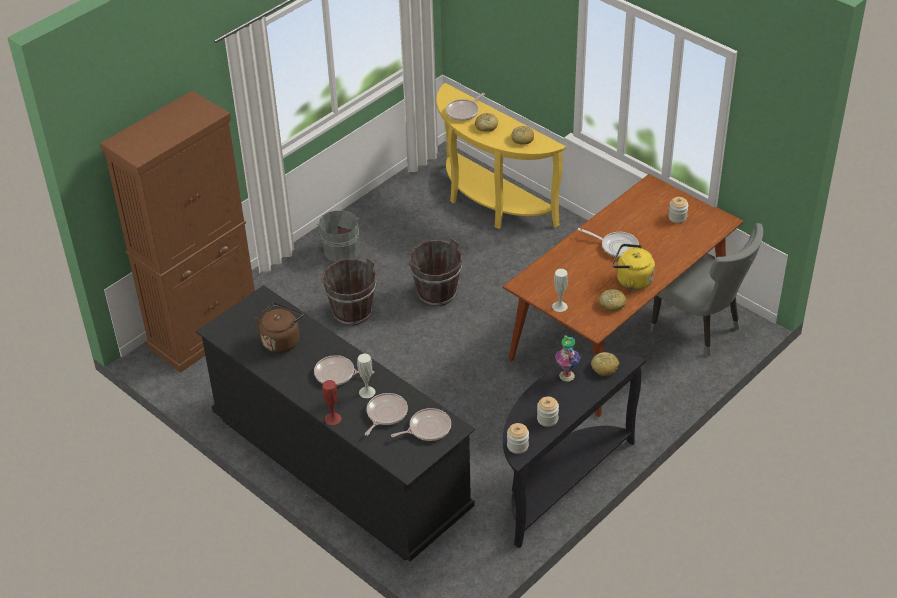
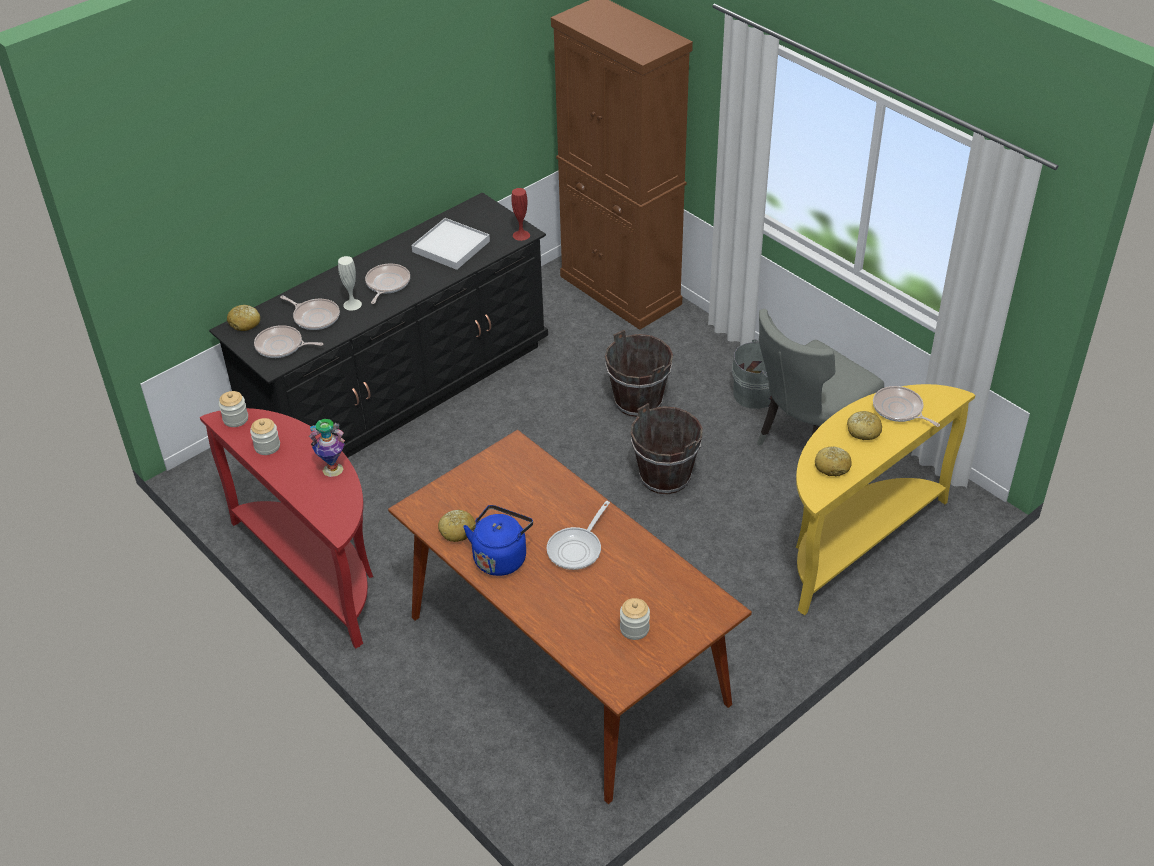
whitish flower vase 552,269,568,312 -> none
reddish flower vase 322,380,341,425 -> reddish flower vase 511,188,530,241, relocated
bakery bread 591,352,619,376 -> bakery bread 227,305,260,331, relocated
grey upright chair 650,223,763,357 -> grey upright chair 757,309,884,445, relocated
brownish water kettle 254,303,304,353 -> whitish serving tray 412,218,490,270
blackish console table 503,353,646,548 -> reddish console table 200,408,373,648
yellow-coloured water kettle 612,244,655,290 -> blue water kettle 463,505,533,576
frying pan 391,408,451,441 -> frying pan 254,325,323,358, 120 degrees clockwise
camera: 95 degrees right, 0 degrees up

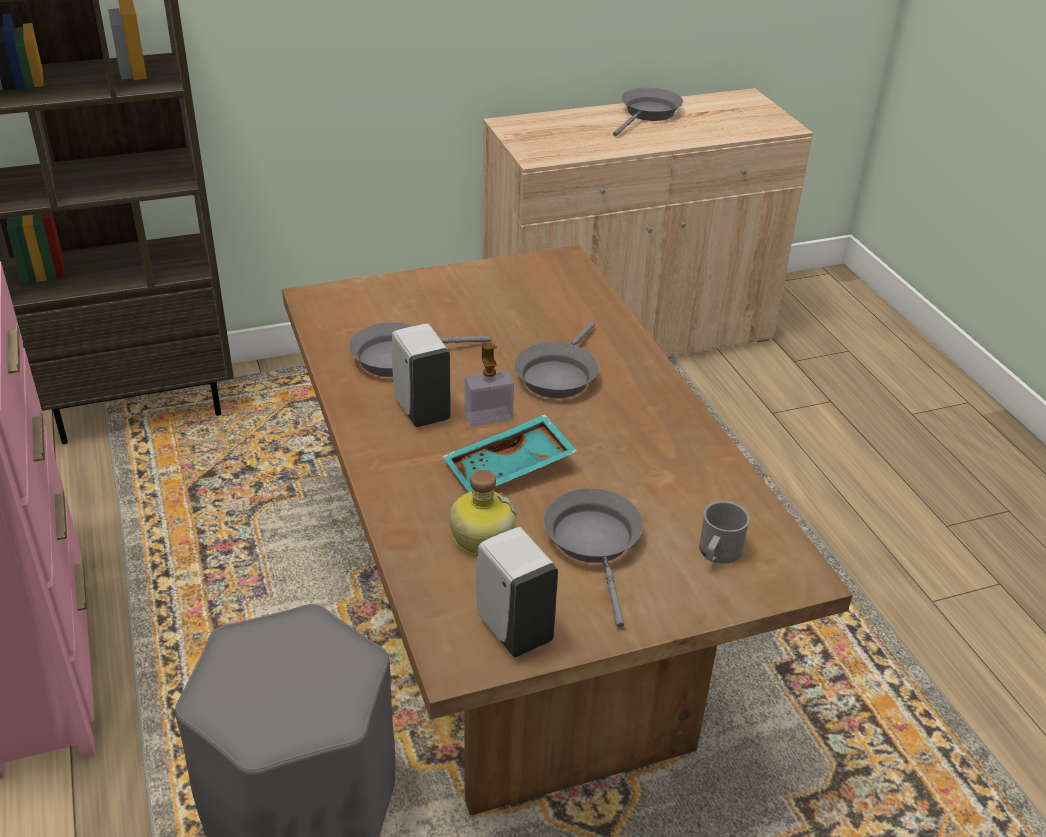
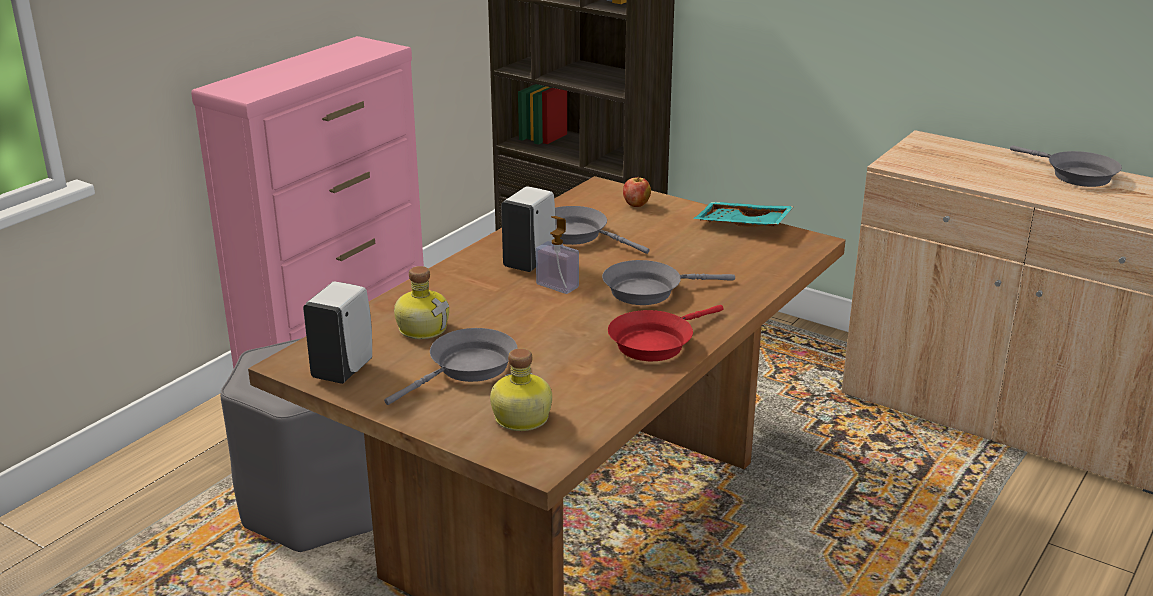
none -> reddish frying pan 608,305,724,361
none -> apple 623,177,651,207
turquoise serving tray 442,414,577,492 -> turquoise serving tray 693,202,794,227, relocated
grey mug 699,501,750,564 -> bottle 490,348,552,431
grey frying pan 613,87,683,136 -> grey frying pan 1010,146,1122,187, 60 degrees clockwise
camera: 55 degrees right, 10 degrees down

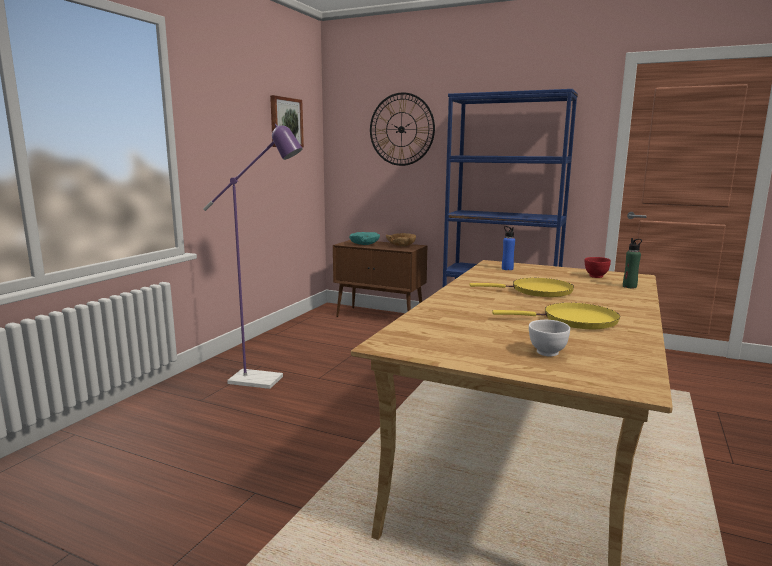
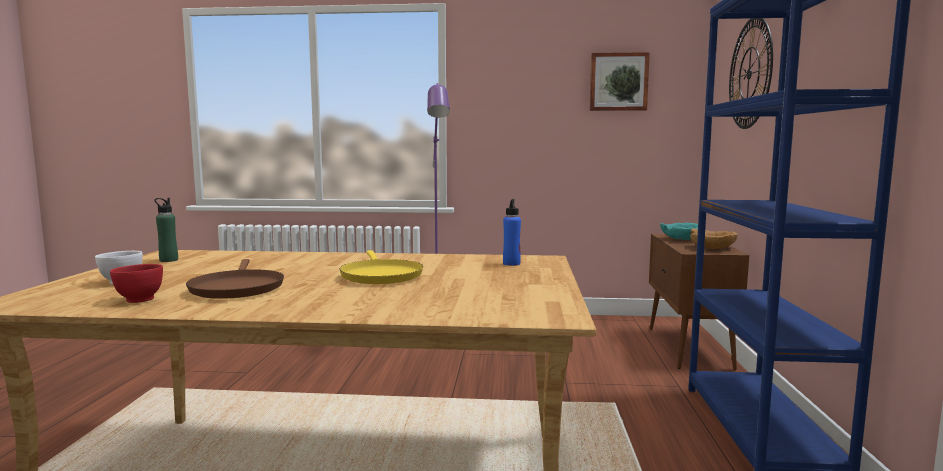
reddish deep dish 585,257,611,278 -> reddish deep dish 110,264,163,303, relocated
greenish bottle 623,238,642,288 -> greenish bottle 155,198,178,262, relocated
yellow-coloured frying pan 492,303,620,329 -> brownish frying pan 186,259,284,299
camera: 70 degrees right, 5 degrees down

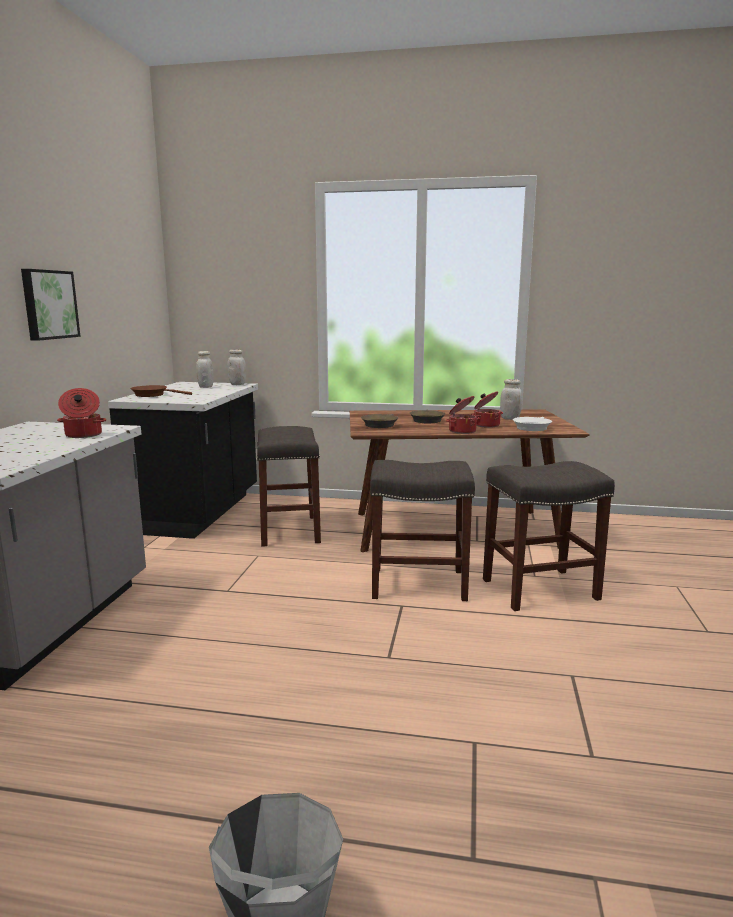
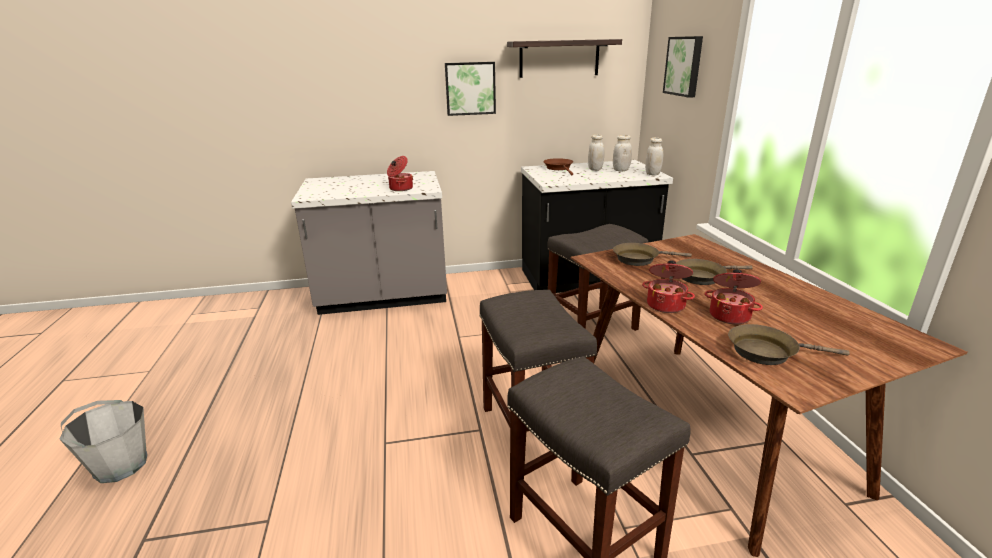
none -> wall shelf 507,39,622,78
none -> wall picture 663,36,703,98
whitish storage jar 500,379,522,420 -> whitish storage jar 588,134,604,171, relocated
whitish frying pan 513,417,552,431 -> brownish frying pan 728,324,850,365
camera: 70 degrees right, 10 degrees up

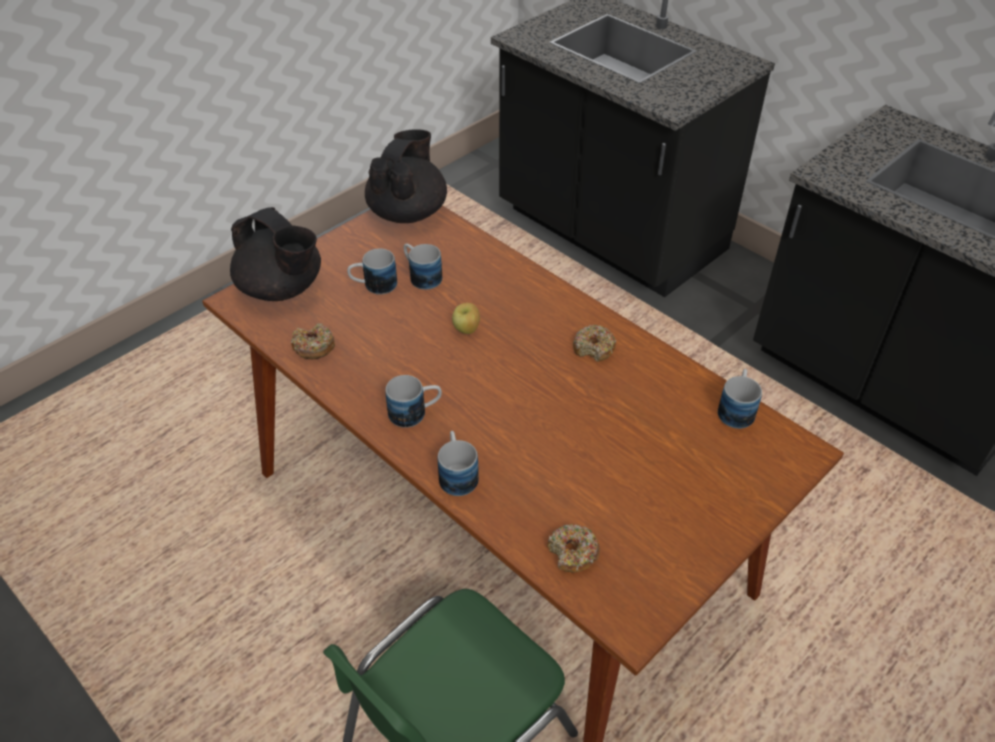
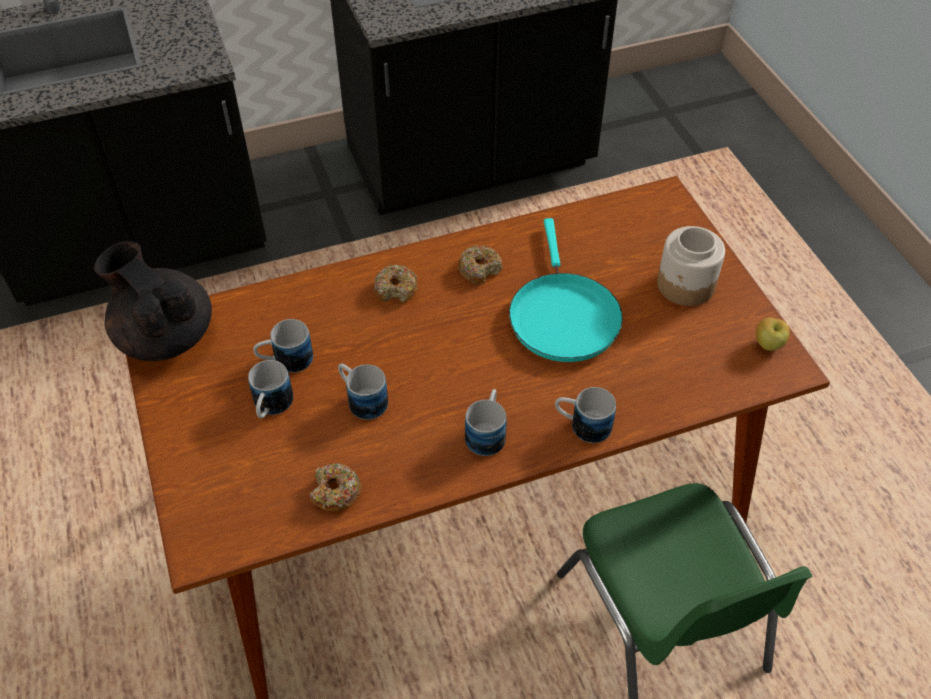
blackish tea pot 230,207,321,301 -> none
none -> turquoise frying pan 509,218,623,362
none -> storage jar 657,226,725,306
apple 452,303,480,334 -> apple 756,317,790,351, relocated
ring doughnut 547,524,600,573 -> ring doughnut 374,265,418,302, relocated
mug 718,369,762,429 -> mug 338,363,388,420, relocated
camera: 65 degrees left, 5 degrees up

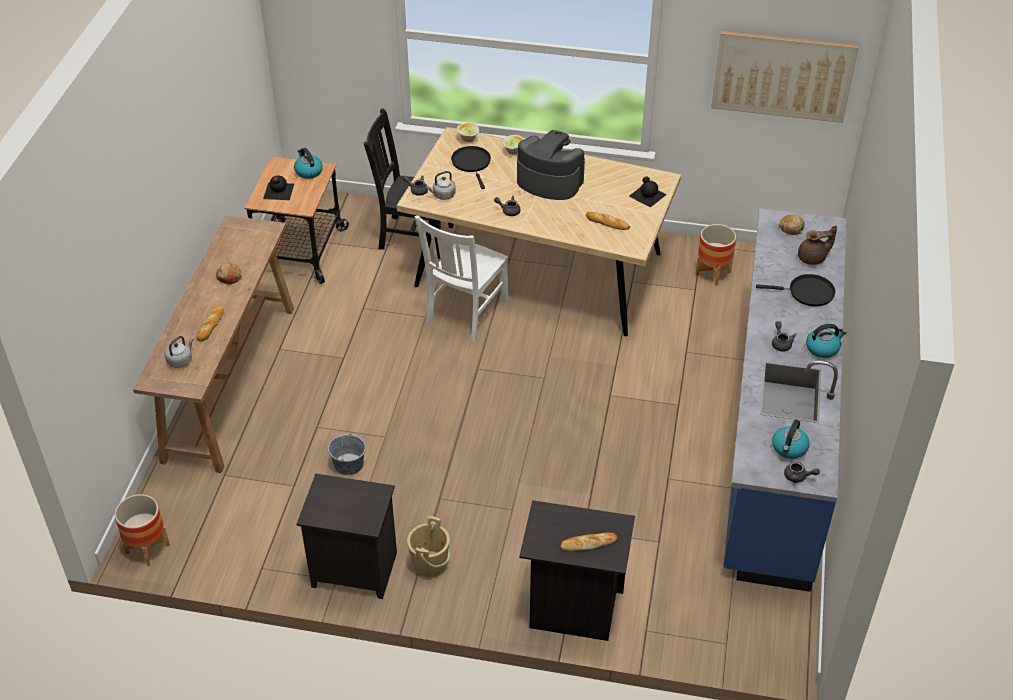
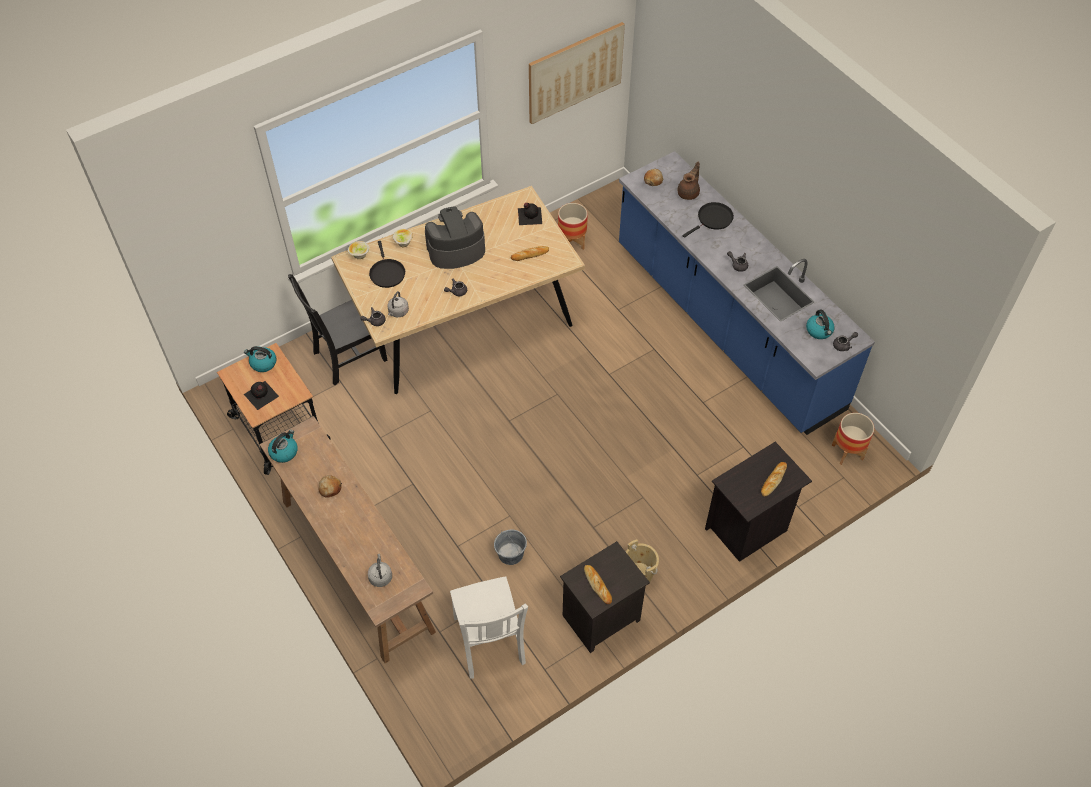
plant pot 115,494,170,566 -> plant pot 831,413,874,465, relocated
bakery bread 197,306,224,342 -> bakery bread 584,565,612,604, relocated
whitish upright chair 415,216,508,341 -> whitish upright chair 450,576,528,679, relocated
water kettle 806,324,847,358 -> water kettle 268,430,298,463, relocated
blackish frying pan 451,146,491,189 -> blackish frying pan 369,241,405,288, 135 degrees counterclockwise
camera: 45 degrees left, 10 degrees up

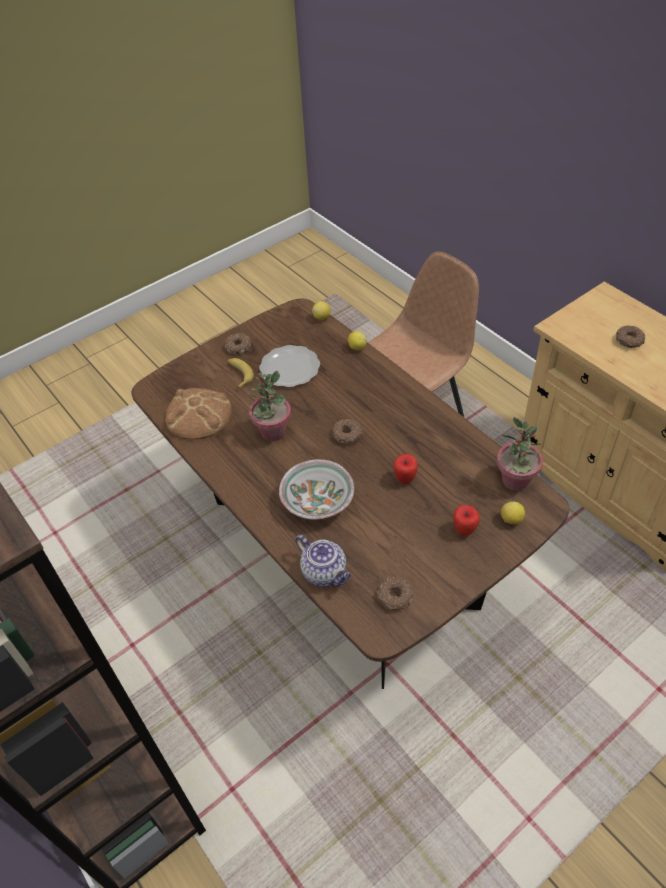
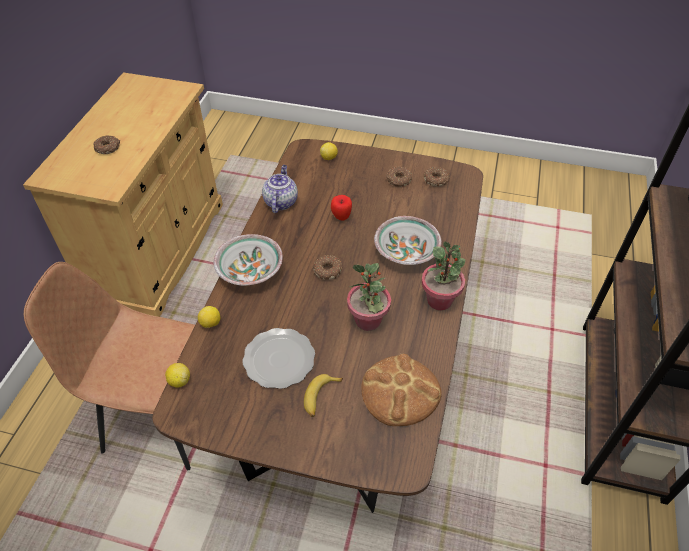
apple 453,505,480,536 -> none
none -> deep dish 214,234,283,286
ring doughnut 224,333,252,354 -> ring doughnut 386,167,412,187, relocated
tea pot 295,535,351,587 -> tea pot 262,165,298,213, relocated
houseplant 497,417,543,491 -> houseplant 421,241,465,311, relocated
camera: 130 degrees left, 0 degrees up

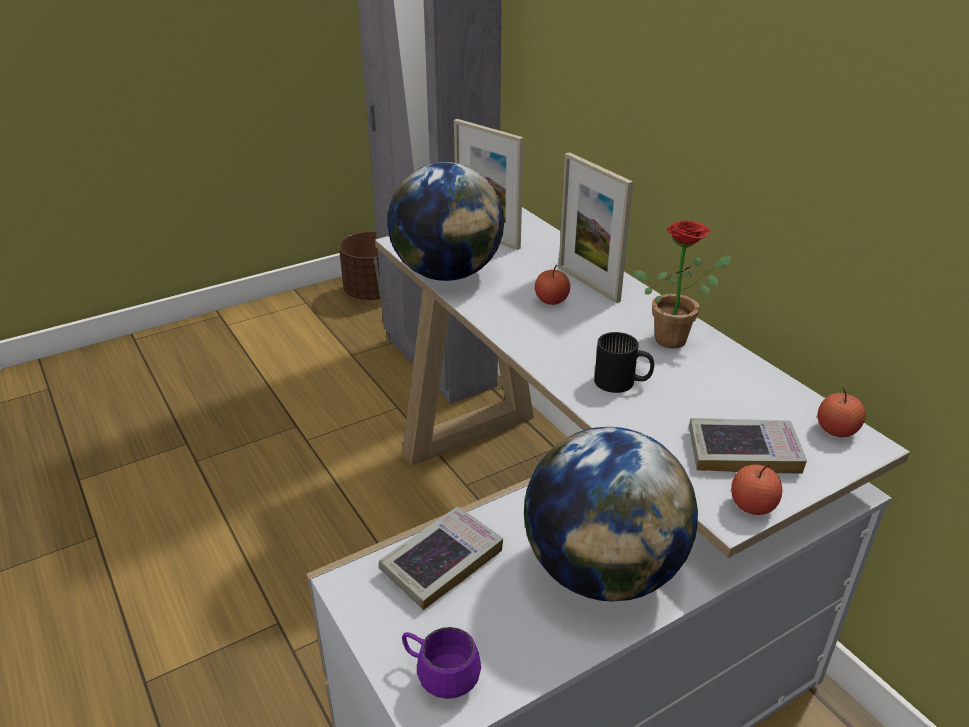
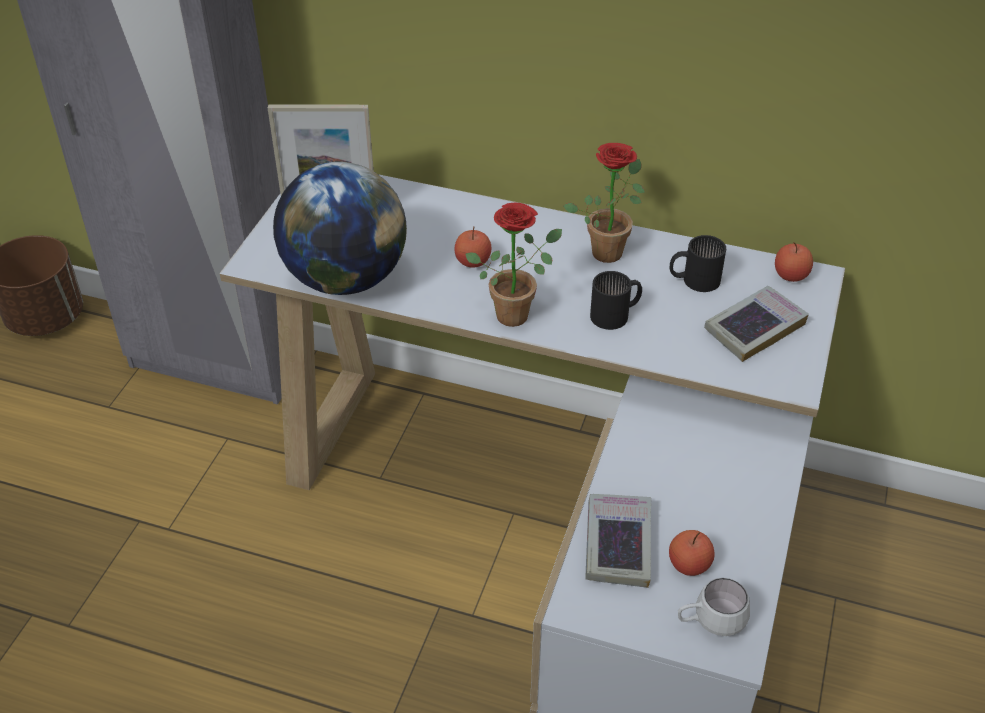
globe 524,427,698,602 -> none
standing frame 559,152,633,303 -> none
none -> houseplant 465,203,562,327
none -> blackish mug 670,235,726,292
apple 731,465,783,515 -> apple 669,530,715,576, relocated
purple mug 402,627,481,699 -> whitish mug 678,578,750,636
camera: 40 degrees left, 10 degrees up

